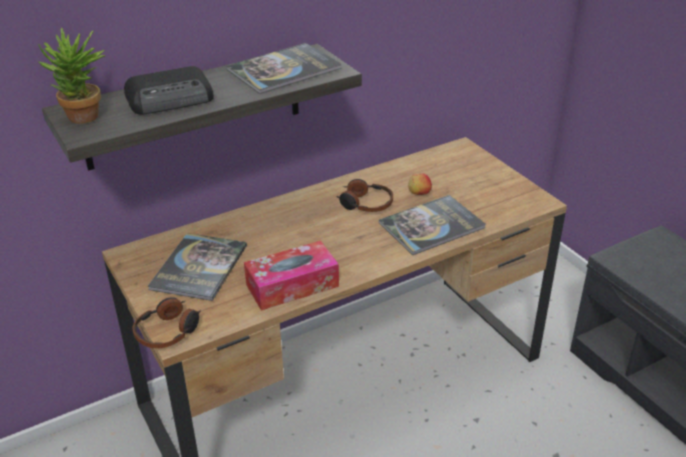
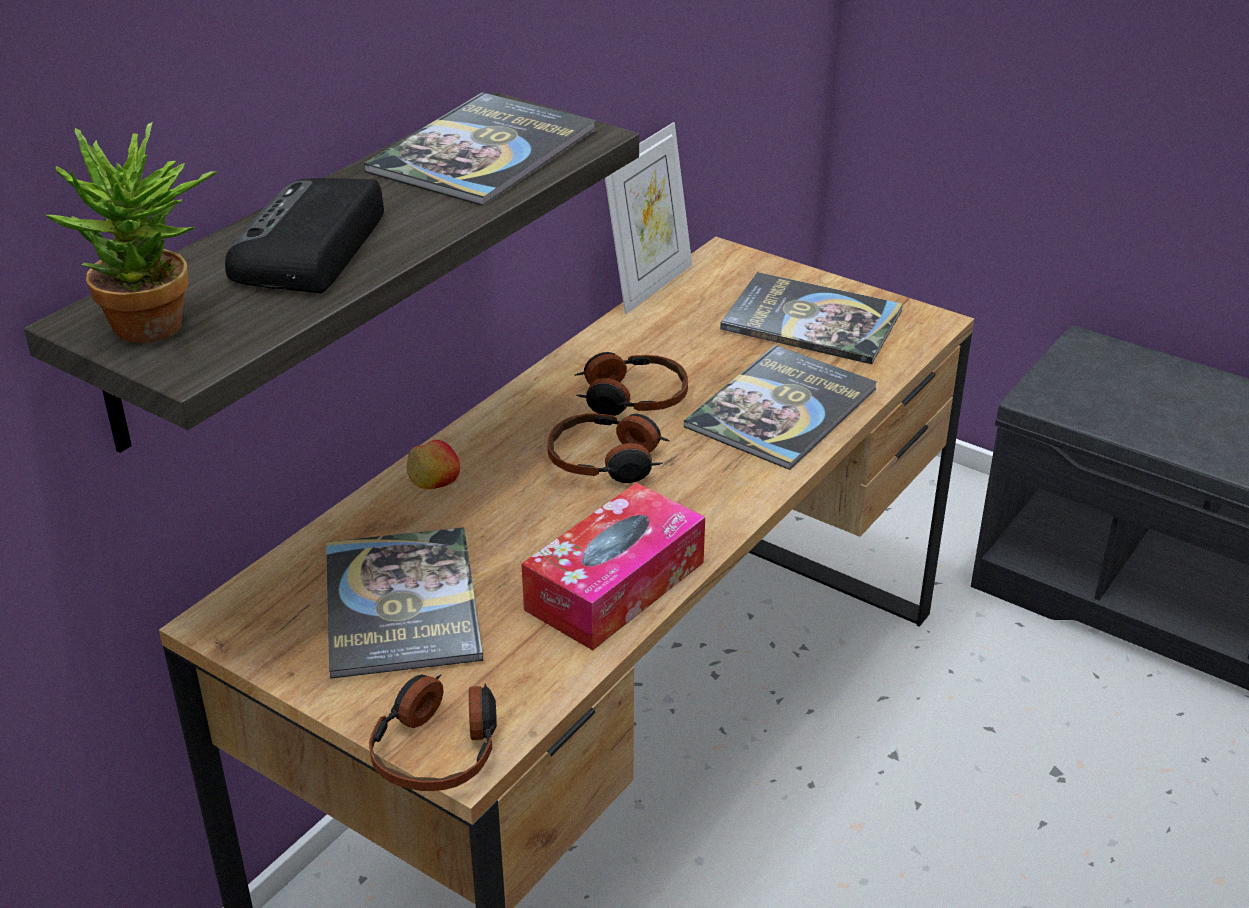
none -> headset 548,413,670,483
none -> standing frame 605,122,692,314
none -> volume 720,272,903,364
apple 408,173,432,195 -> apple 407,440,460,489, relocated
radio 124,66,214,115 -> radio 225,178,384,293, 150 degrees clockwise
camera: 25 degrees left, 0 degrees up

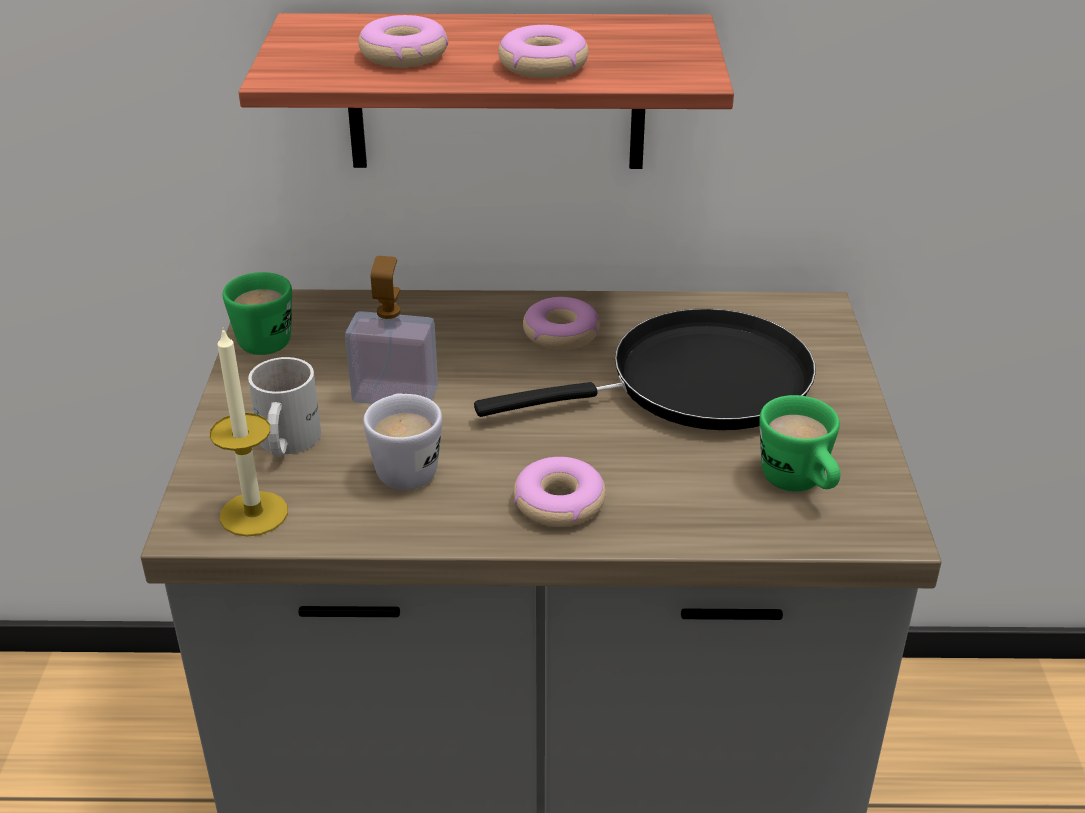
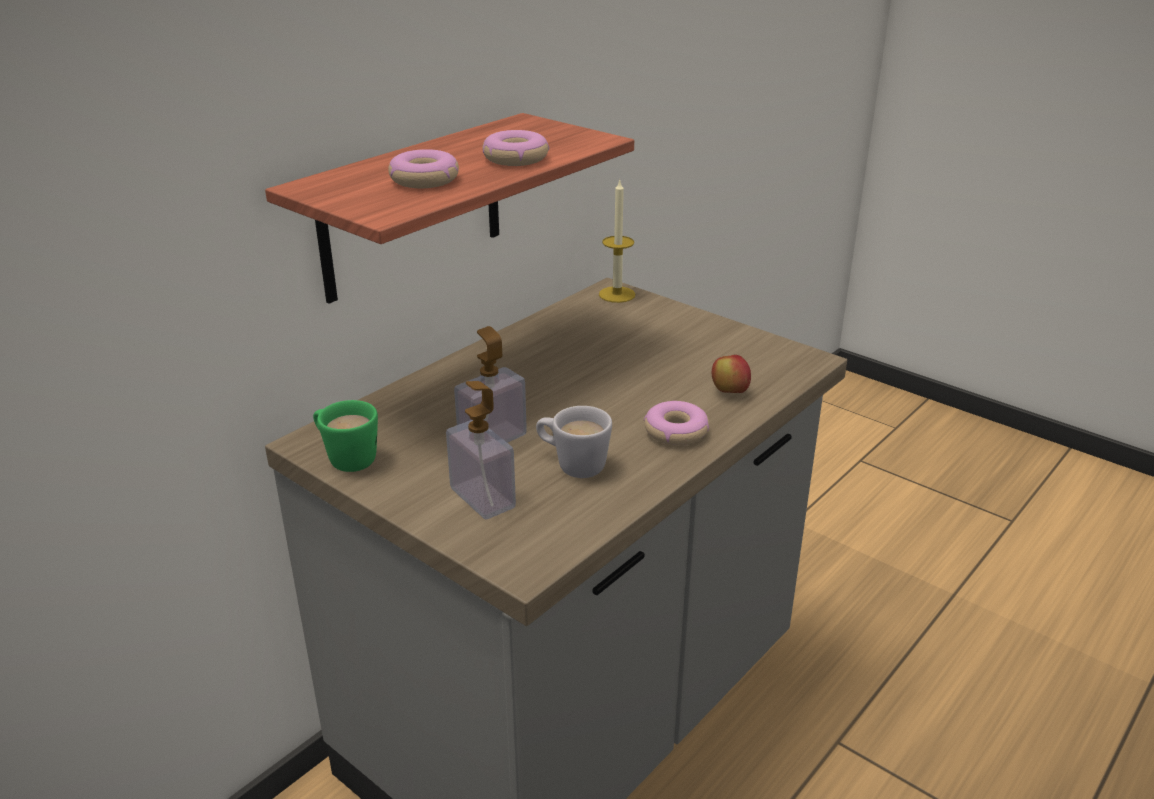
blackish frying pan 474,309,816,430 -> none
ring doughnut 523,297,600,350 -> none
greenish mug 759,395,840,492 -> none
none -> apple 712,355,751,393
wax candle 210,329,288,536 -> wax candle 599,179,636,303, relocated
whitish mug 248,357,321,457 -> soap bottle 446,381,516,519
camera: 50 degrees left, 5 degrees down

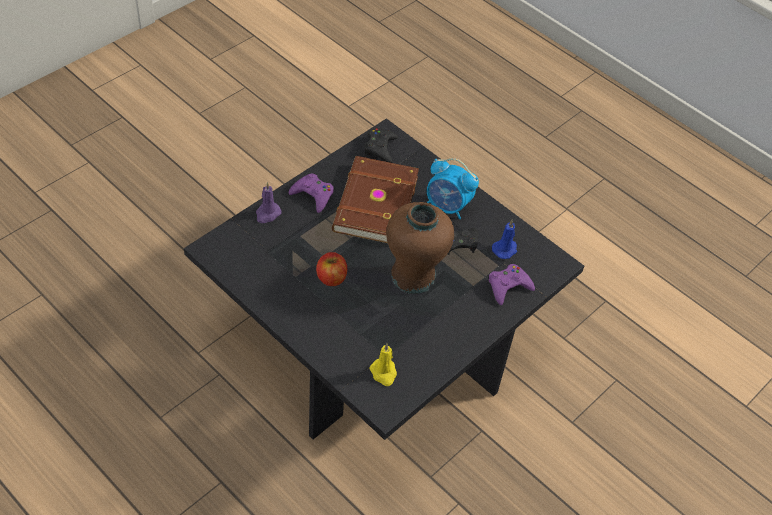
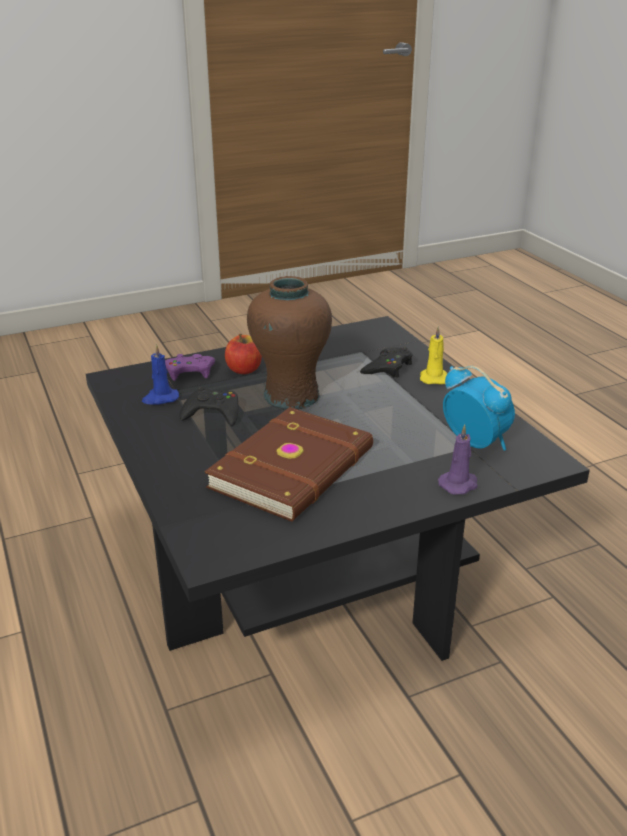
purple gamepad 289,174,334,213 -> none
apple 316,252,347,286 -> apple 225,334,262,374, relocated
blackish gamepad 364,128,398,163 -> blackish gamepad 360,347,412,378, relocated
yellow-coloured wax candle 370,344,397,386 -> yellow-coloured wax candle 420,326,447,385, relocated
table clock 427,158,479,219 -> table clock 443,366,515,451, relocated
camera: 155 degrees left, 20 degrees down

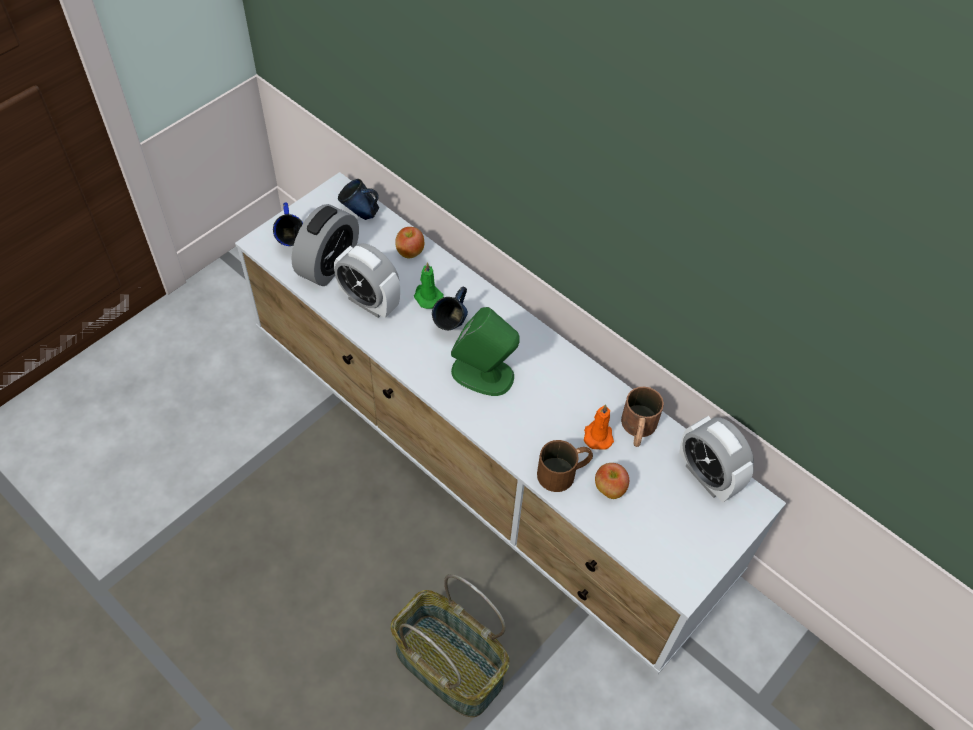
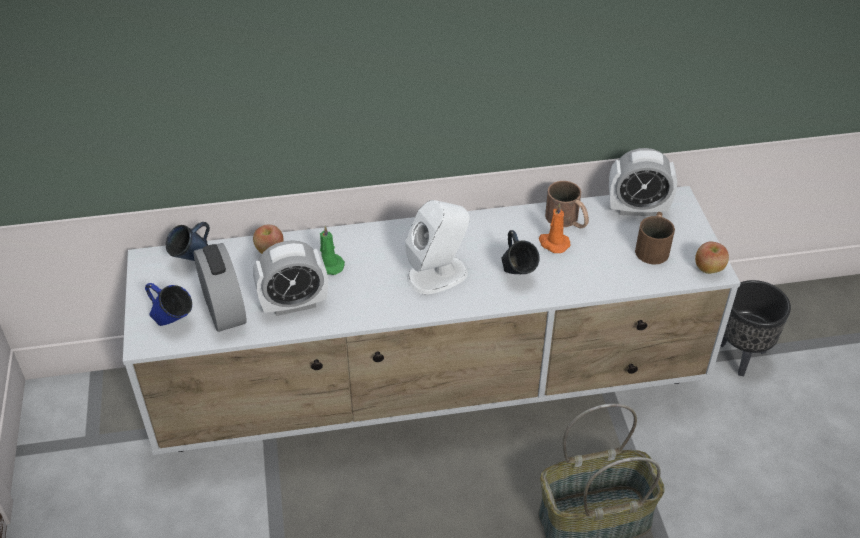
none -> blackish plant pot 721,280,791,376
blue mug 432,287,468,330 -> blue mug 501,230,540,274, relocated
brownish mug 537,440,593,492 -> brownish mug 635,212,675,264, relocated
apple 595,463,629,499 -> apple 695,242,729,274, relocated
greenish speaker 451,307,520,396 -> whitish speaker 405,200,470,294
camera: 50 degrees left, 10 degrees down

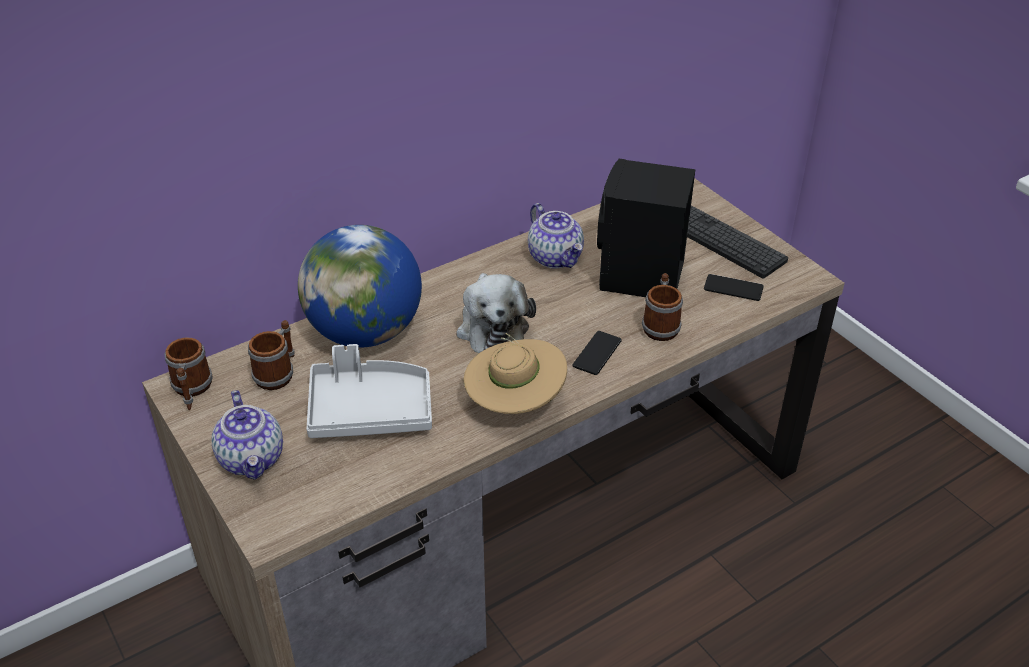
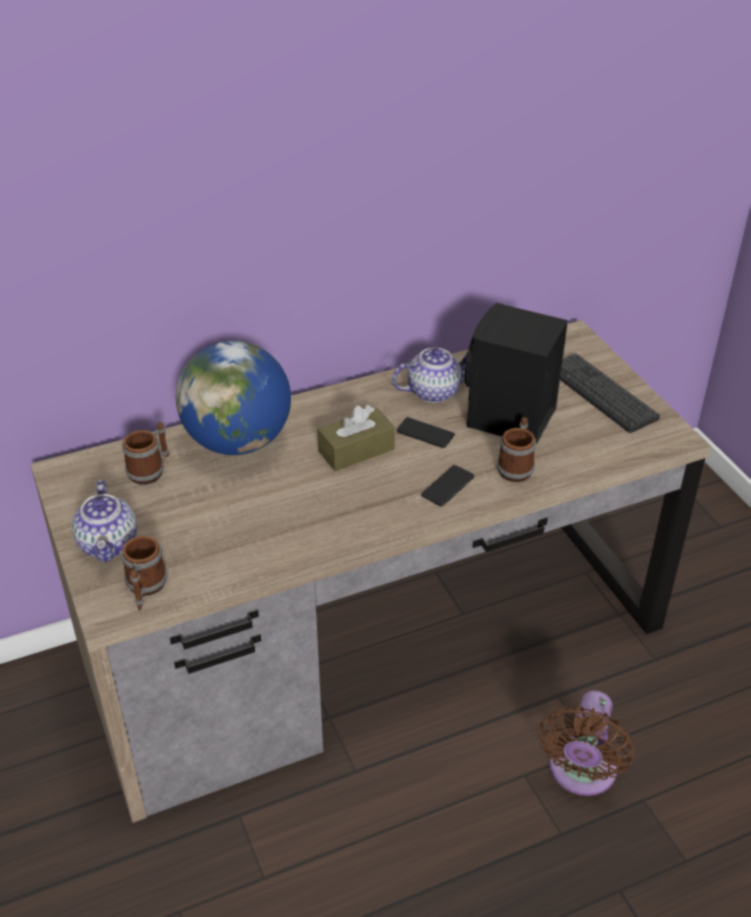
grey serving tray 306,344,432,438 -> none
beige-coloured wearable hat 464,333,567,414 -> none
none -> brownish cooling fan 539,690,635,796
mug 165,337,213,410 -> mug 122,536,167,611, relocated
telephone 704,274,764,301 -> telephone 396,417,455,448, relocated
plush toy 456,273,536,353 -> brownish box of tissues 317,405,395,471
tea pot 528,203,584,269 -> tea pot 392,348,468,403, 90 degrees counterclockwise
camera: 10 degrees right, 0 degrees up

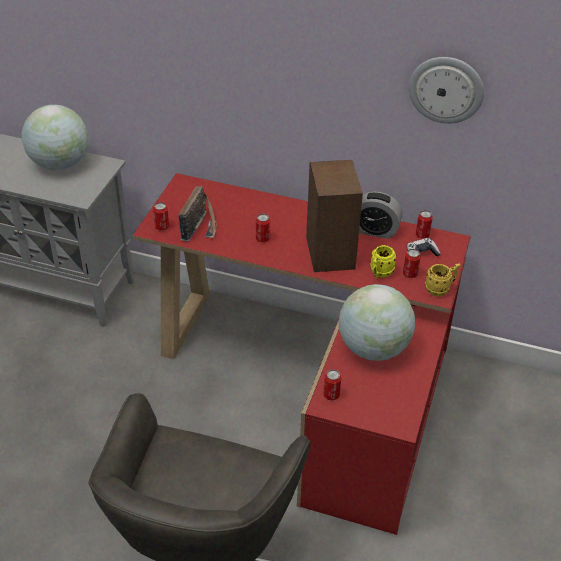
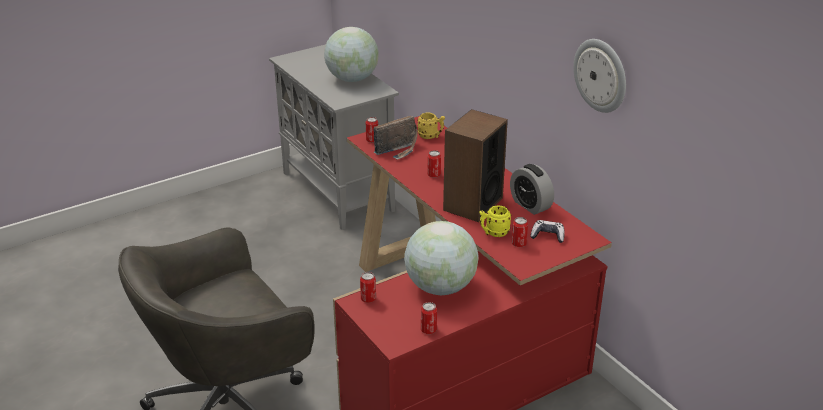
metal can 416,210,433,239 -> metal can 421,302,437,334, relocated
yellow-coloured mug 425,263,461,297 -> yellow-coloured mug 417,112,445,139, relocated
camera: 40 degrees right, 10 degrees down

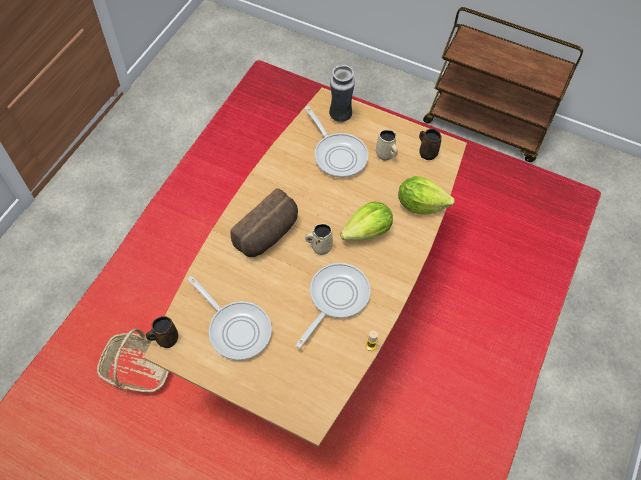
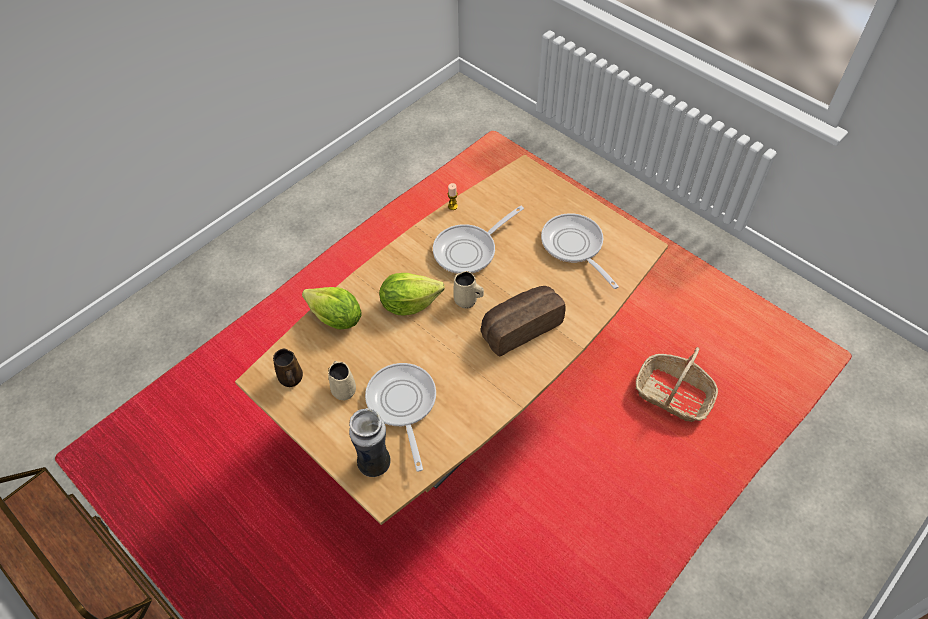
brownish mug 146,316,178,348 -> none
camera: 160 degrees left, 5 degrees down

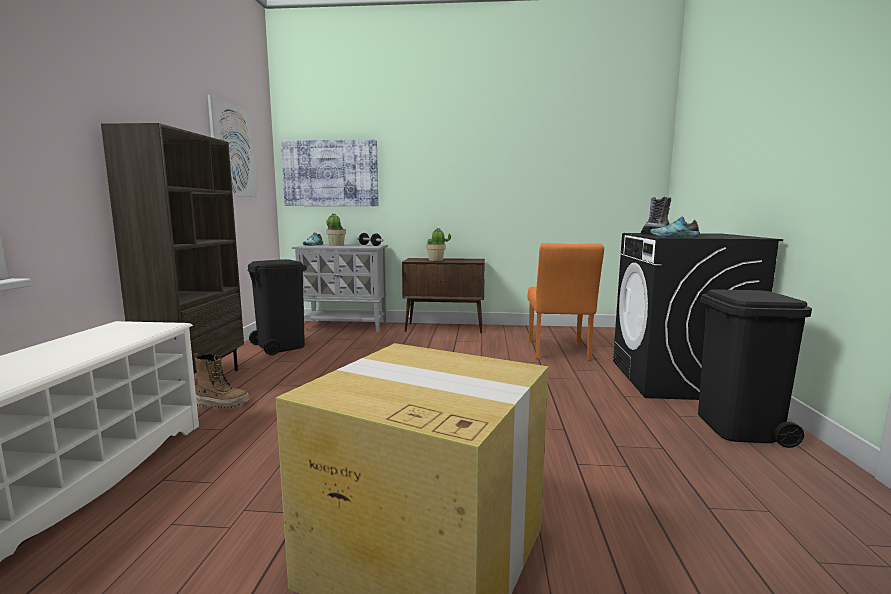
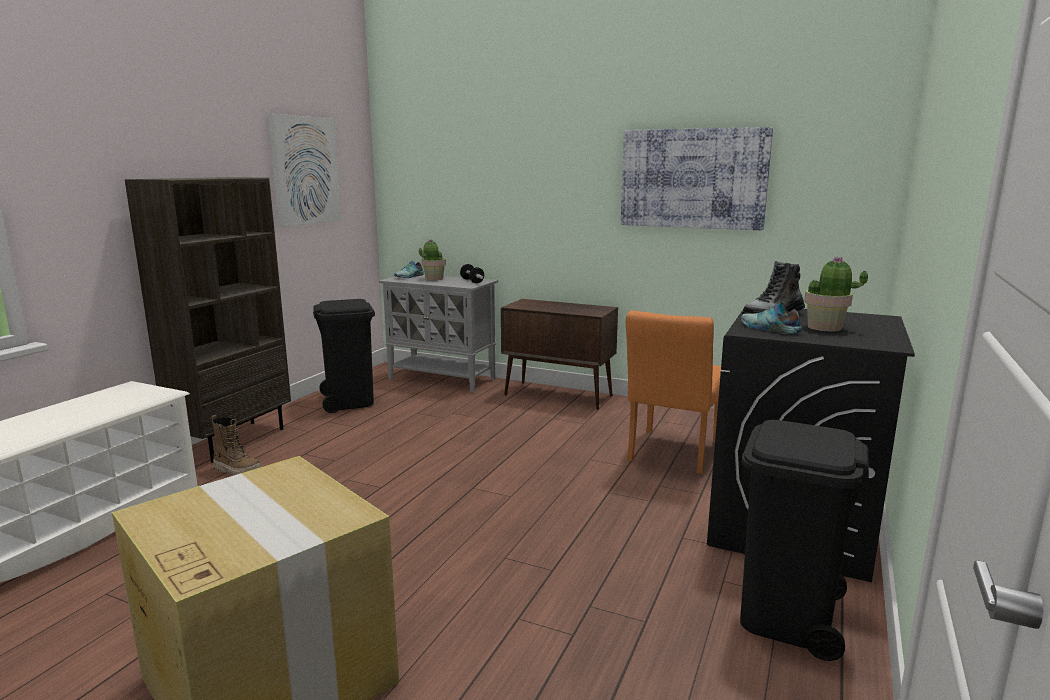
wall picture 281,140,378,206 -> wall picture 621,127,773,230, relocated
houseplant 426,228,451,261 -> houseplant 804,257,868,331, relocated
camera: 20 degrees right, 5 degrees up

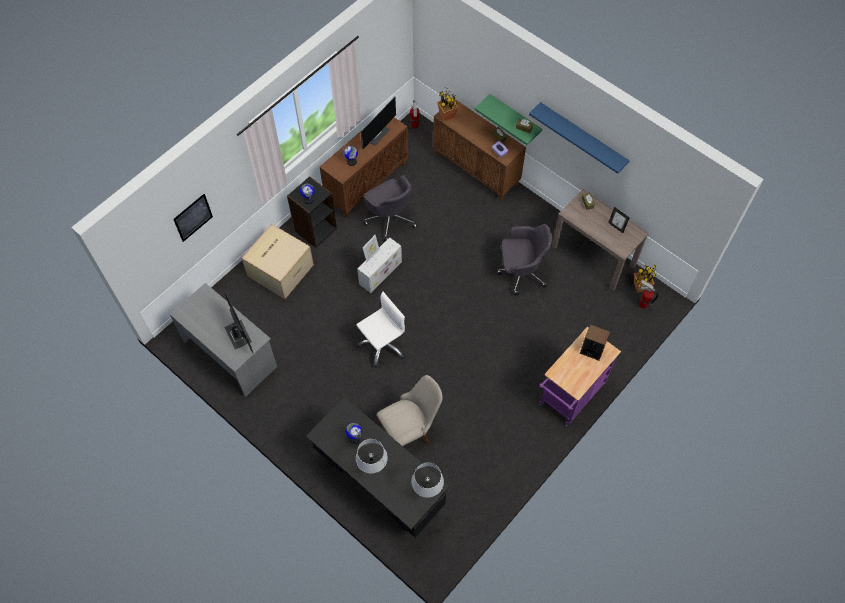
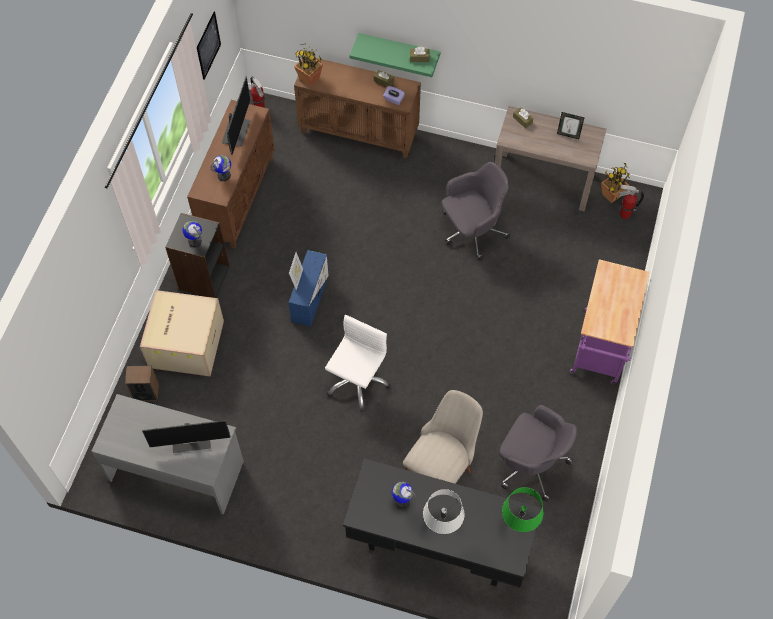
blue wall shelf 529,102,630,174 -> none
wall picture 173,194,213,242 -> wall picture 197,12,221,80, relocated
grey office chair 363,175,417,241 -> grey office chair 499,405,577,501, relocated
speaker 580,324,610,361 -> speaker 125,365,159,401, relocated
whitish storage bin 357,237,402,293 -> blue storage bin 289,250,329,327
grey table lamp 411,462,444,497 -> greenish table lamp 502,487,543,532
monitor 224,291,253,353 -> monitor 142,420,231,453, 135 degrees clockwise
camera: 25 degrees left, 0 degrees up

